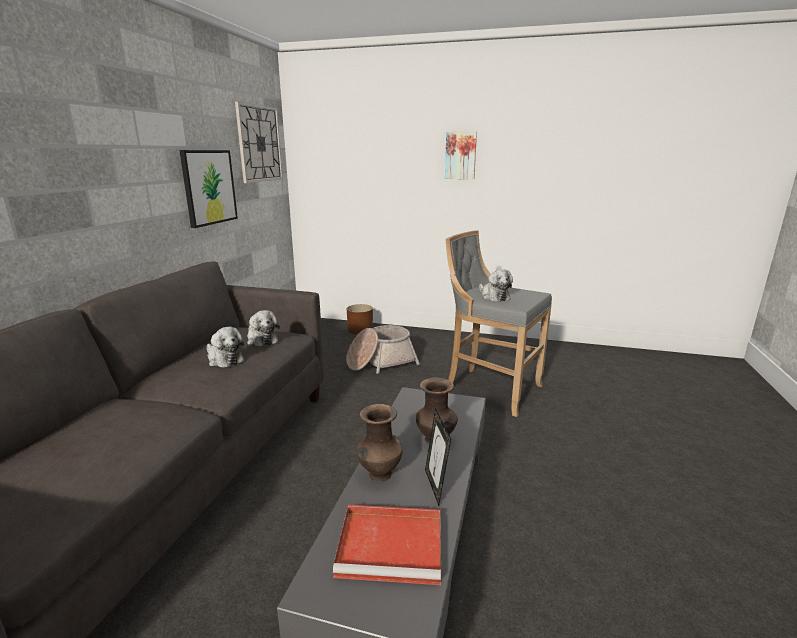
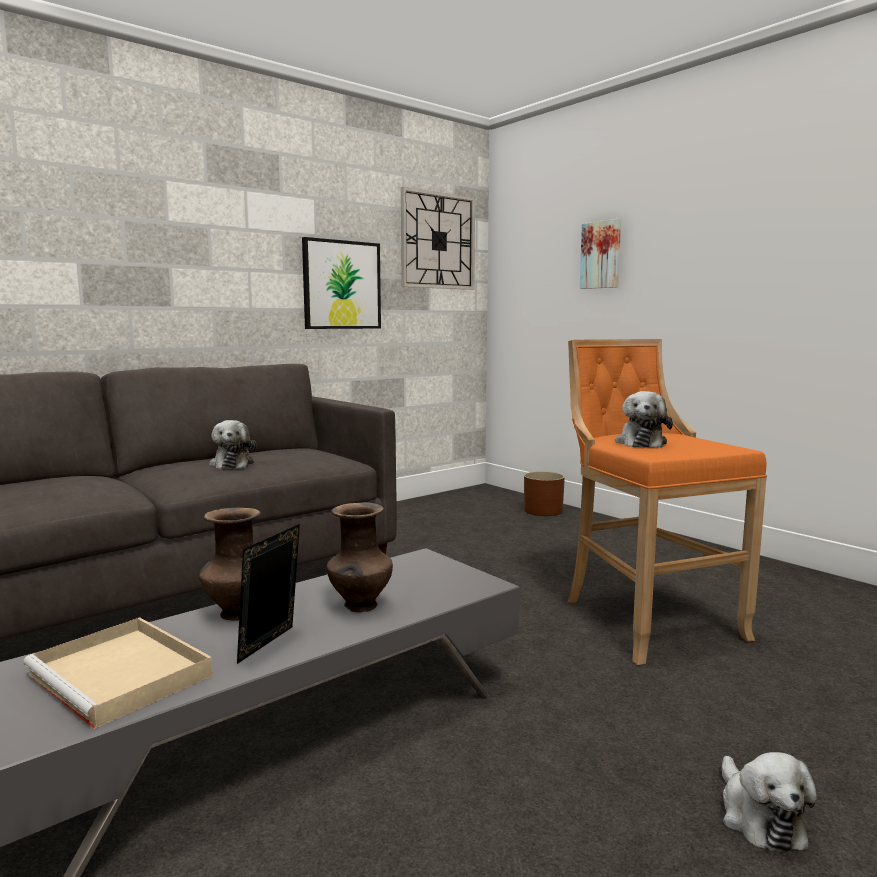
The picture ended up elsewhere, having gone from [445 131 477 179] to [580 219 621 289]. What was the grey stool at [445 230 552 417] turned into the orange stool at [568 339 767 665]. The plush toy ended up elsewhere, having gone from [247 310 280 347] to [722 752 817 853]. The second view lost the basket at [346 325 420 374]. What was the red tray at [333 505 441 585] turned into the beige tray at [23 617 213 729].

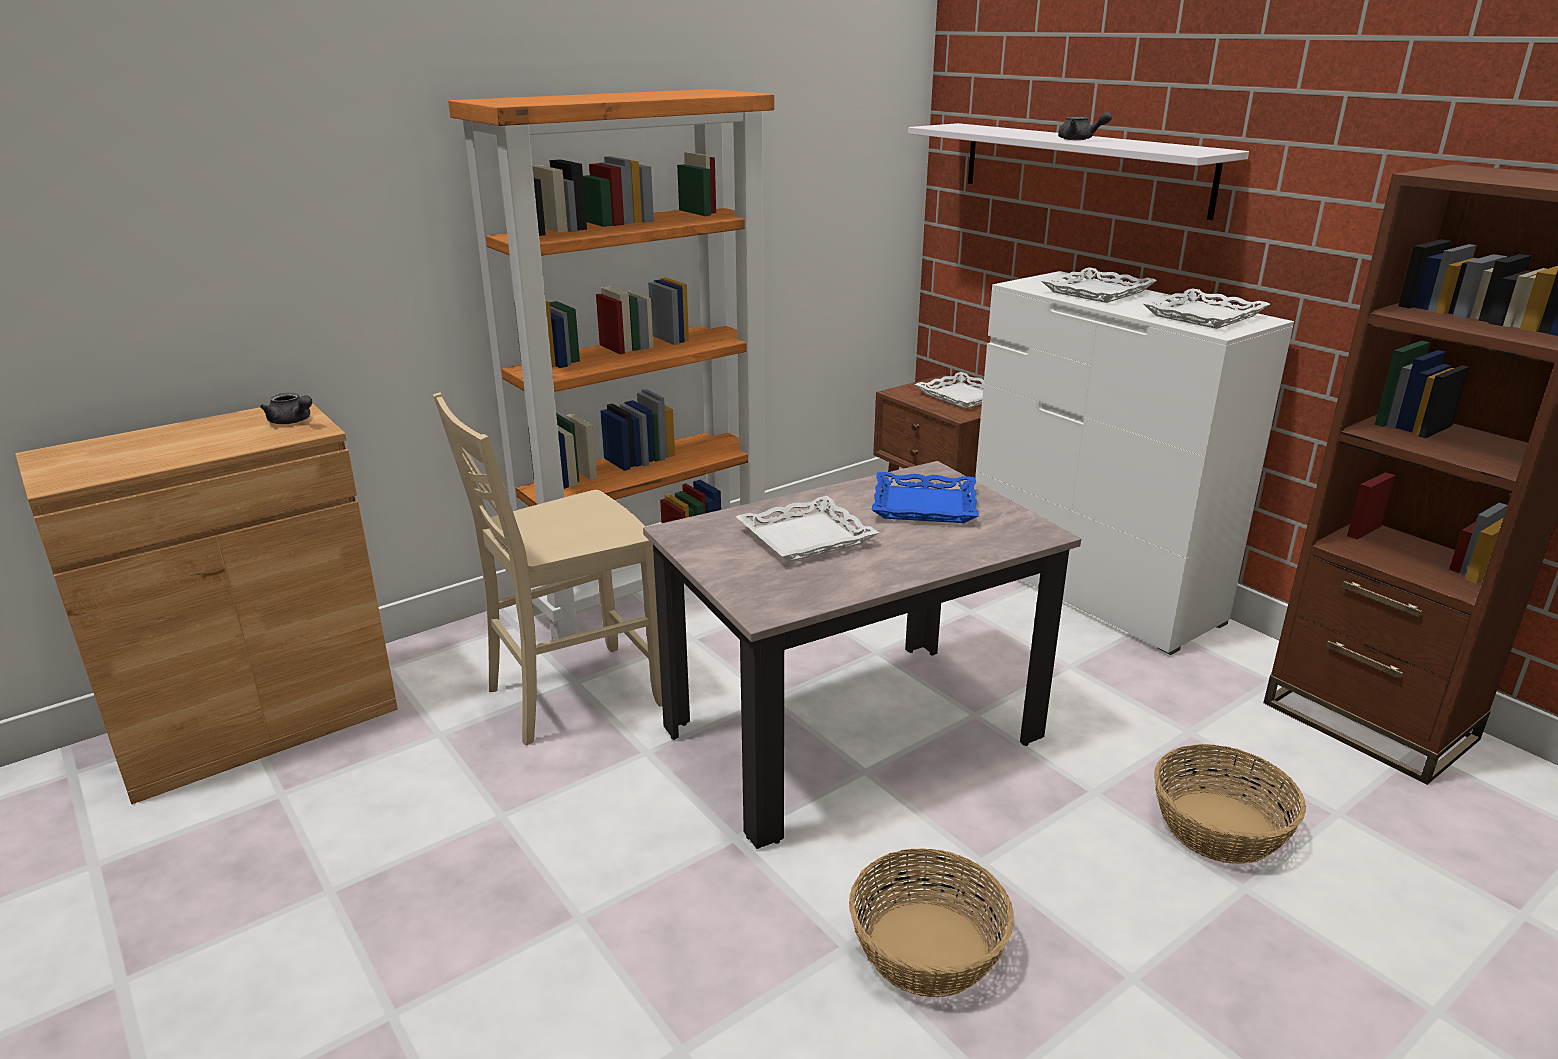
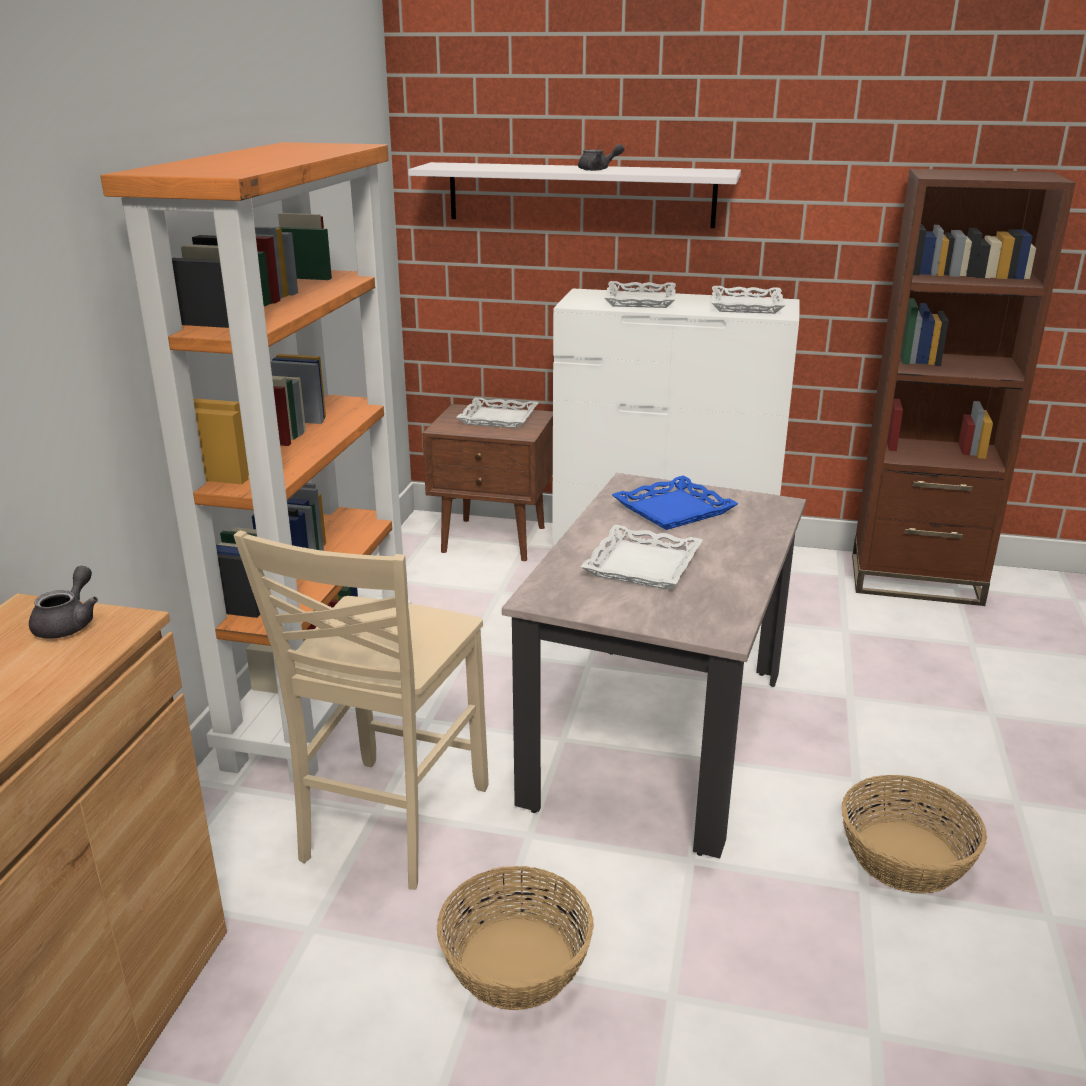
The grey teapot at [260 393 312 424] ended up facing another way, 75 degrees counterclockwise from before. The basket ended up elsewhere, having gone from [1154 744 1306 864] to [437 866 594 1010].

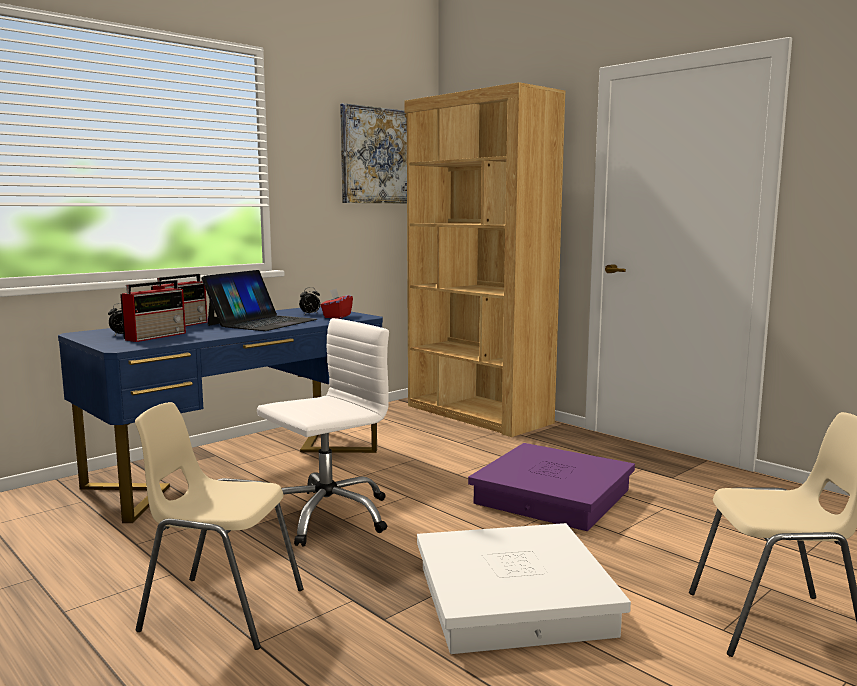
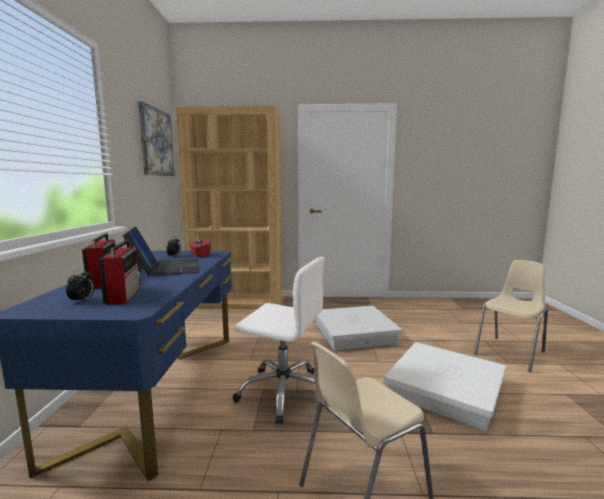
The white office chair at [257 318 389 547] ended up facing another way, 105 degrees clockwise from before. What was the purple storage box at [468 443 635 531] turned into the white storage box at [316 306 402 351].

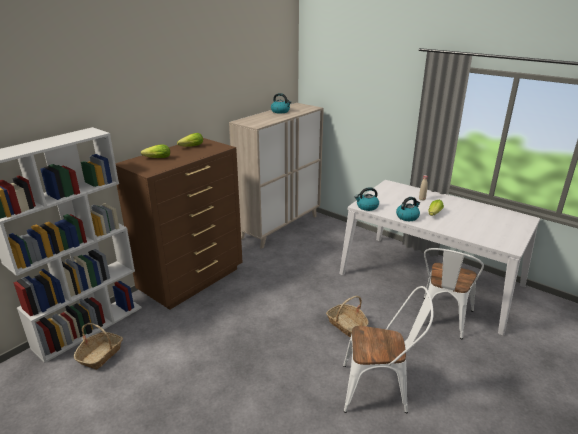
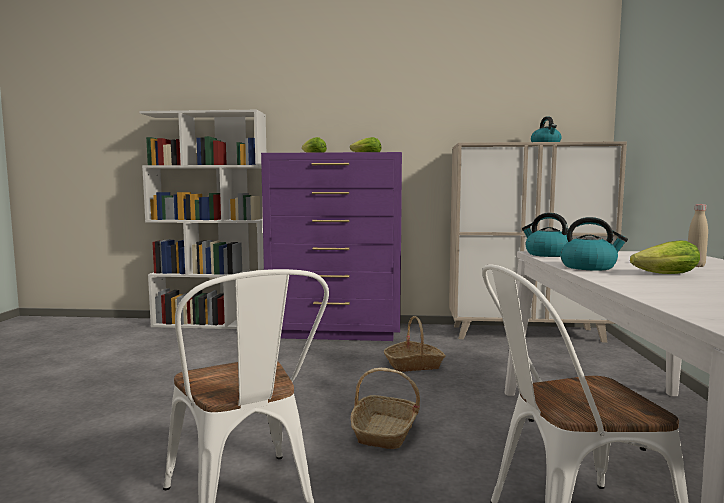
What was the brown dresser at [115 138 243 310] turned into the purple dresser at [261 152 402 341]. The basket ended up elsewhere, having gone from [74 323 123 370] to [384 316 446 372].

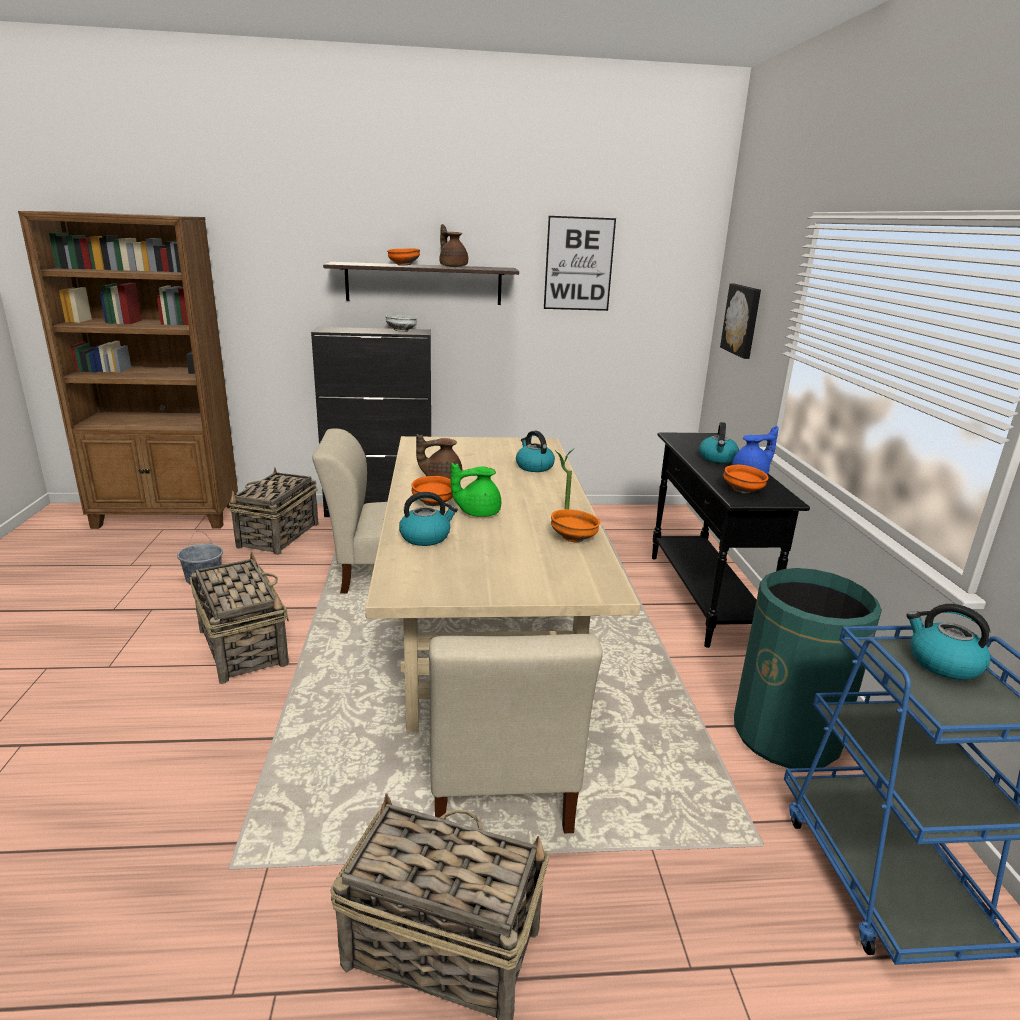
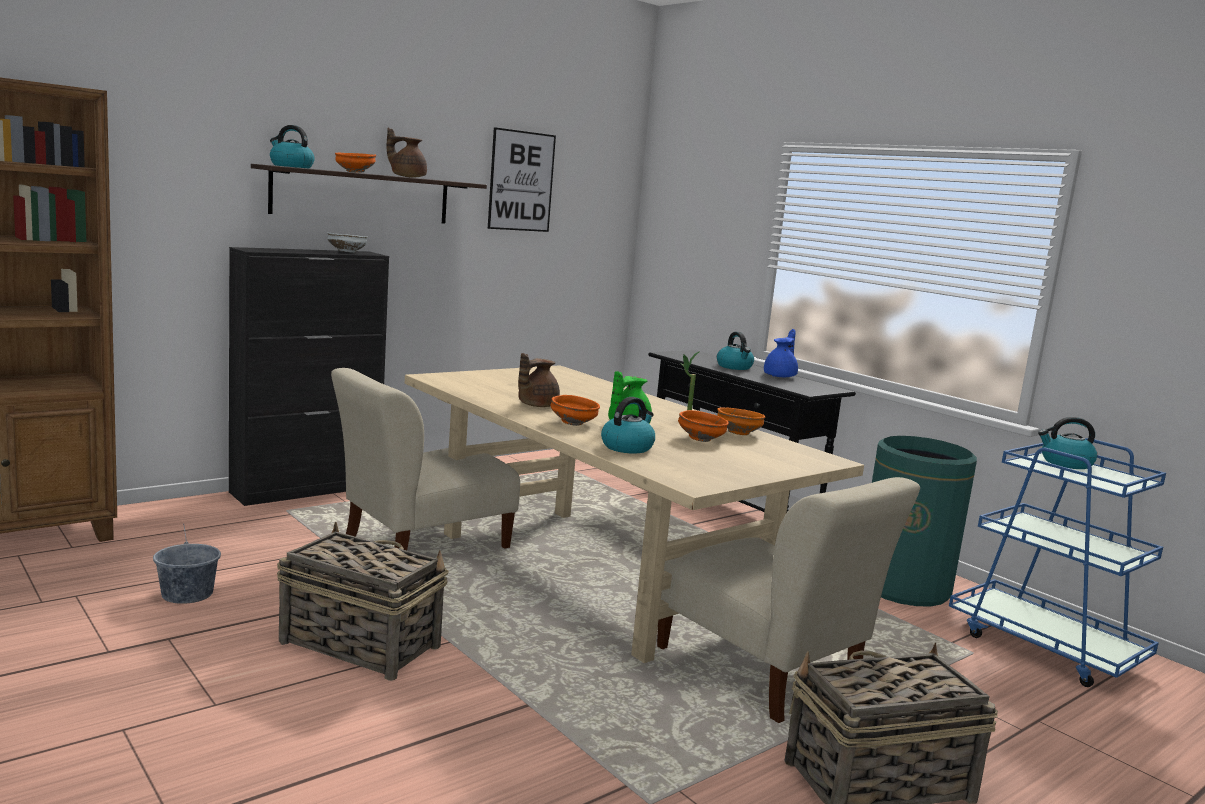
The second view lost the picture at [720 283 761 359]. The kettle ended up elsewhere, having gone from [516 431 555 472] to [270 125 315 168]. The orange bowl ended up elsewhere, having gone from [723 465 769 494] to [678 410 729 442]. The second view lost the basket at [229 468 319 555].

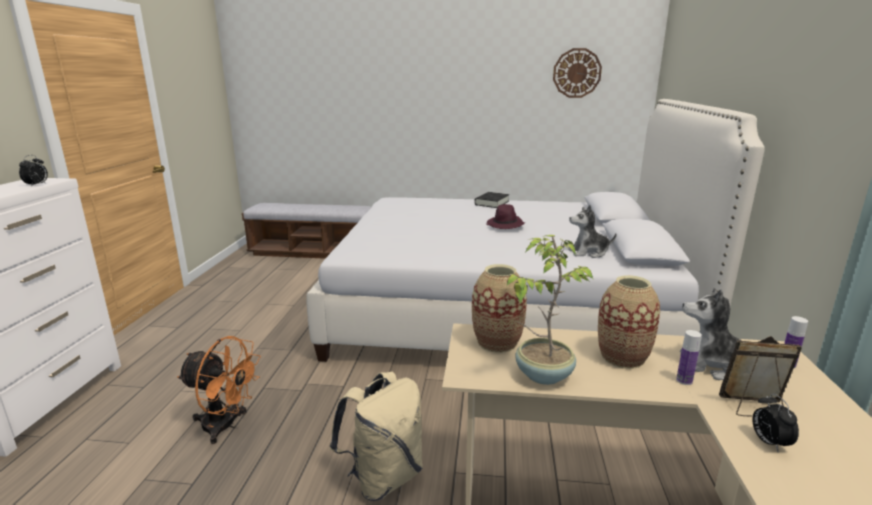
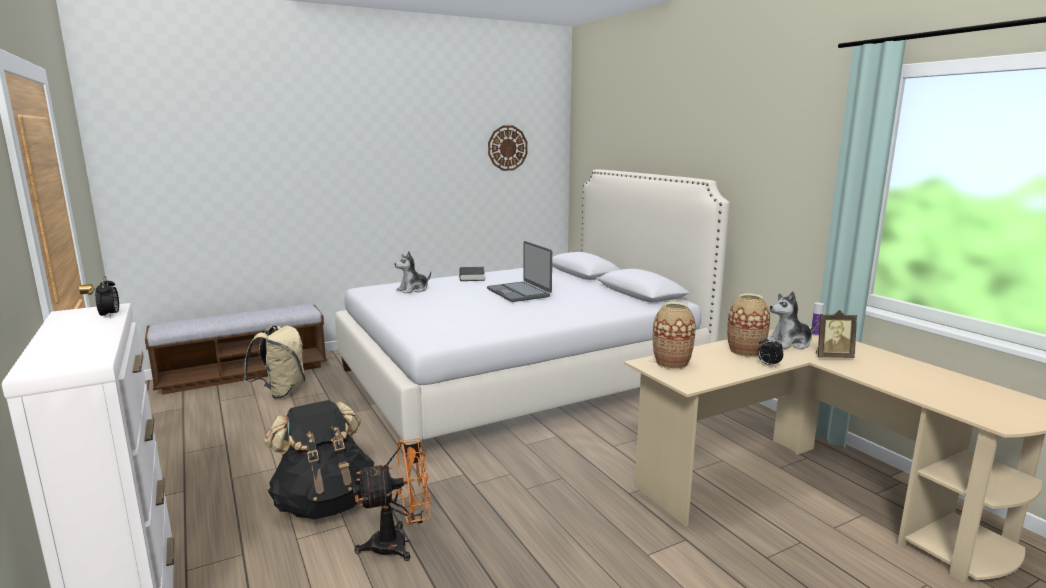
Where the purple hat stood at [486 204 525 229], the laptop came to stand at [487 241 552 302]. The plush toy ended up elsewhere, having gone from [569 205 617 258] to [395 251 431 294]. The second view lost the potted plant at [507 235 593 385]. The second view lost the bottle at [676 330 702 385]. The picture frame at [719 336 802 416] ended up facing another way, 150 degrees counterclockwise from before. The beige backpack ended up elsewhere, having gone from [330 372 423 501] to [243 326 306 399]. The alarm clock ended up elsewhere, having gone from [752 393 799 452] to [758 336 783 367]. The second view gained the black backpack at [265 400 374 520].

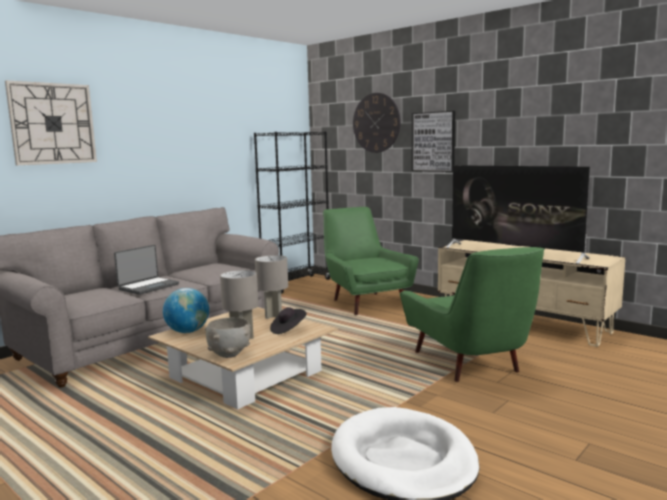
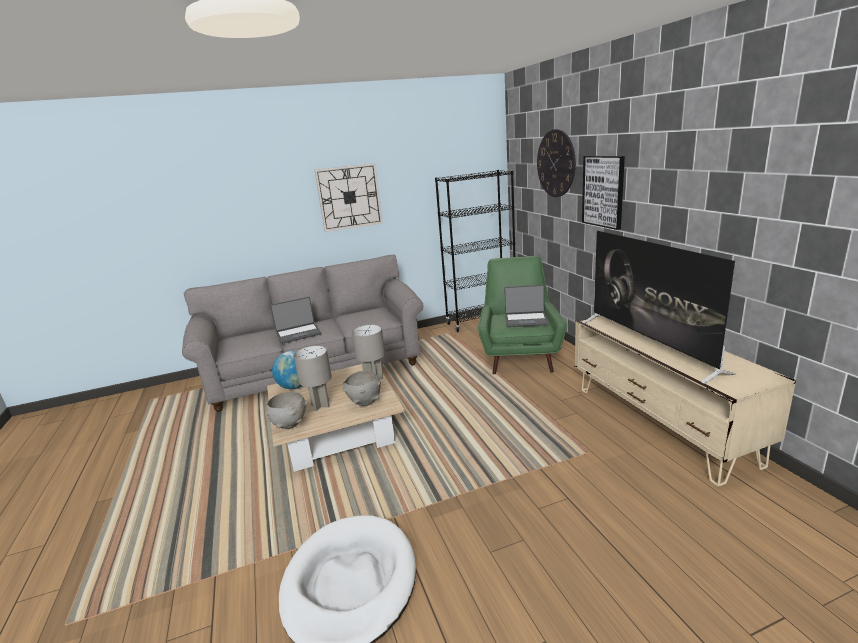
The wall clock ended up elsewhere, having gone from [5 80 97 165] to [314 163 383 232]. The second view lost the green armchair at [400 247 545 382]. Where the black hat stood at [270 307 307 334], the grey bowl came to stand at [343 371 381 406]. The second view gained the laptop at [504 285 549 327].

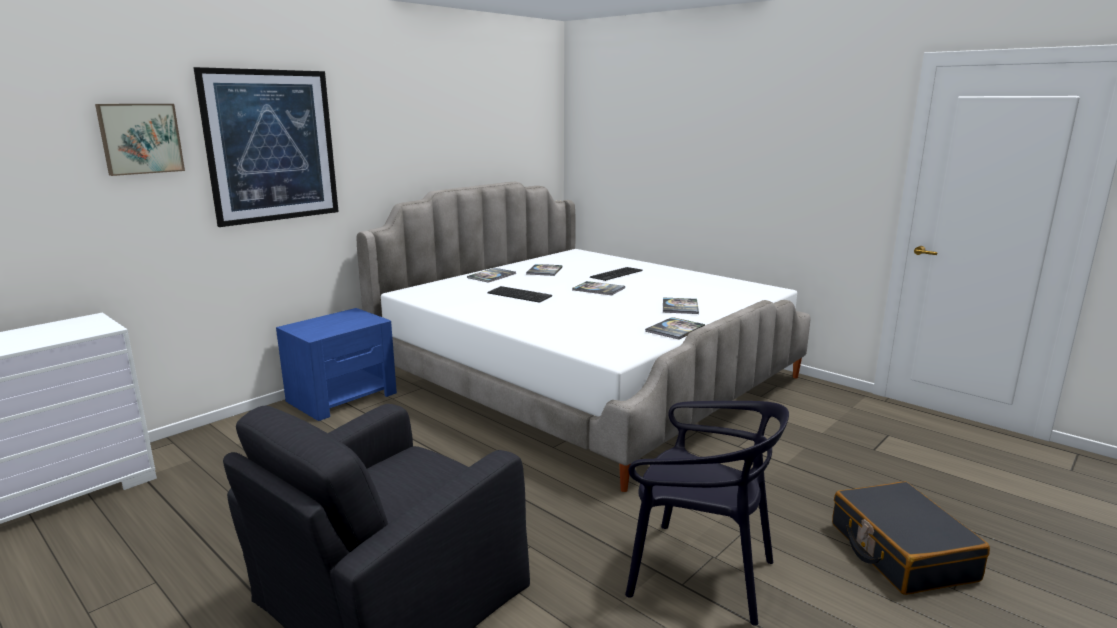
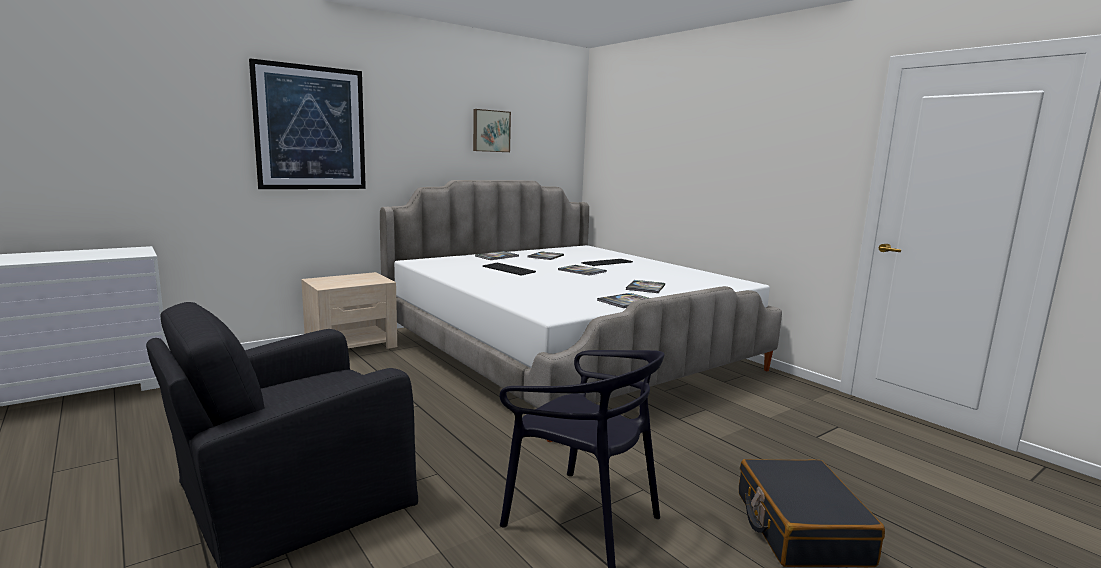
The picture ended up elsewhere, having gone from [95 104 185 176] to [473 109 511 152]. What was the blue nightstand at [276 308 397 421] turned into the beige nightstand at [301 272 397 349].

